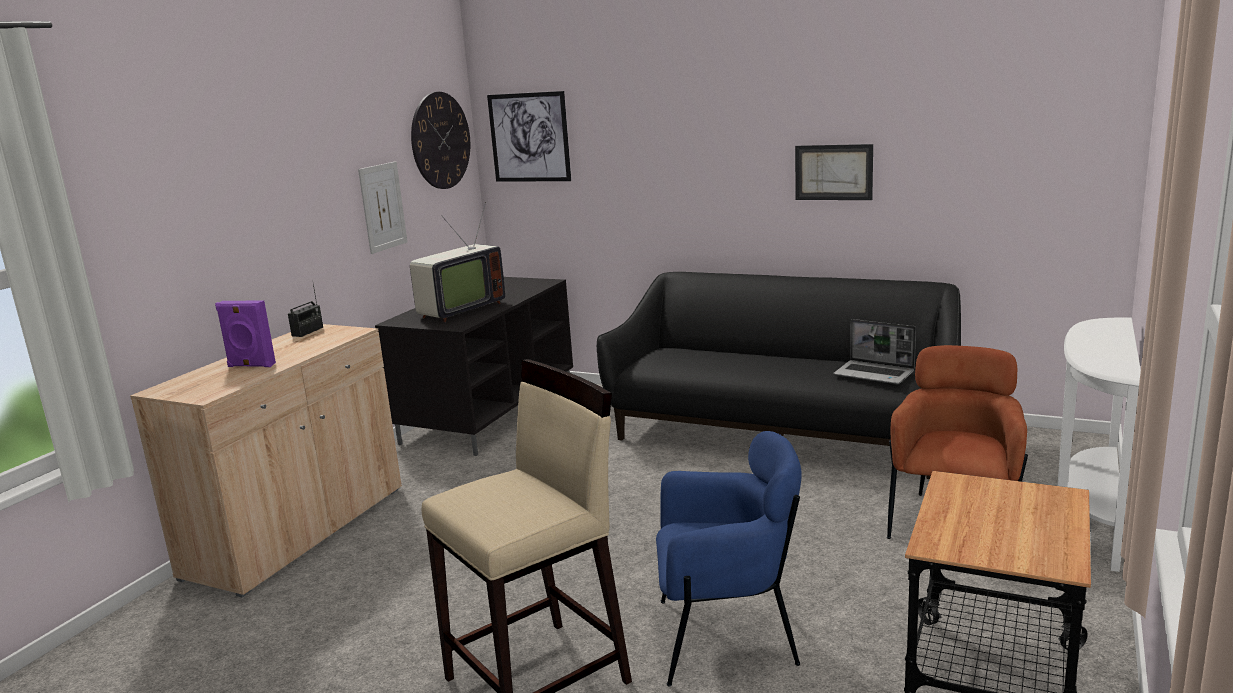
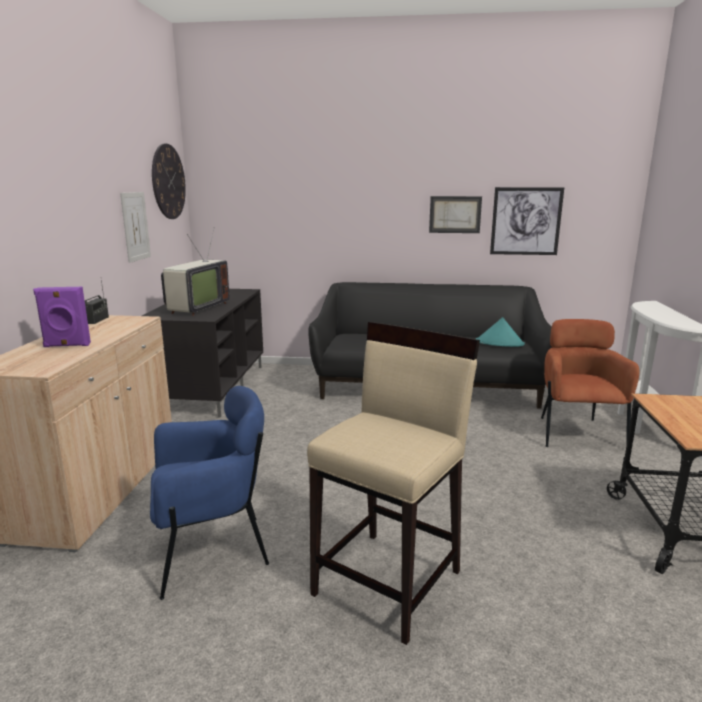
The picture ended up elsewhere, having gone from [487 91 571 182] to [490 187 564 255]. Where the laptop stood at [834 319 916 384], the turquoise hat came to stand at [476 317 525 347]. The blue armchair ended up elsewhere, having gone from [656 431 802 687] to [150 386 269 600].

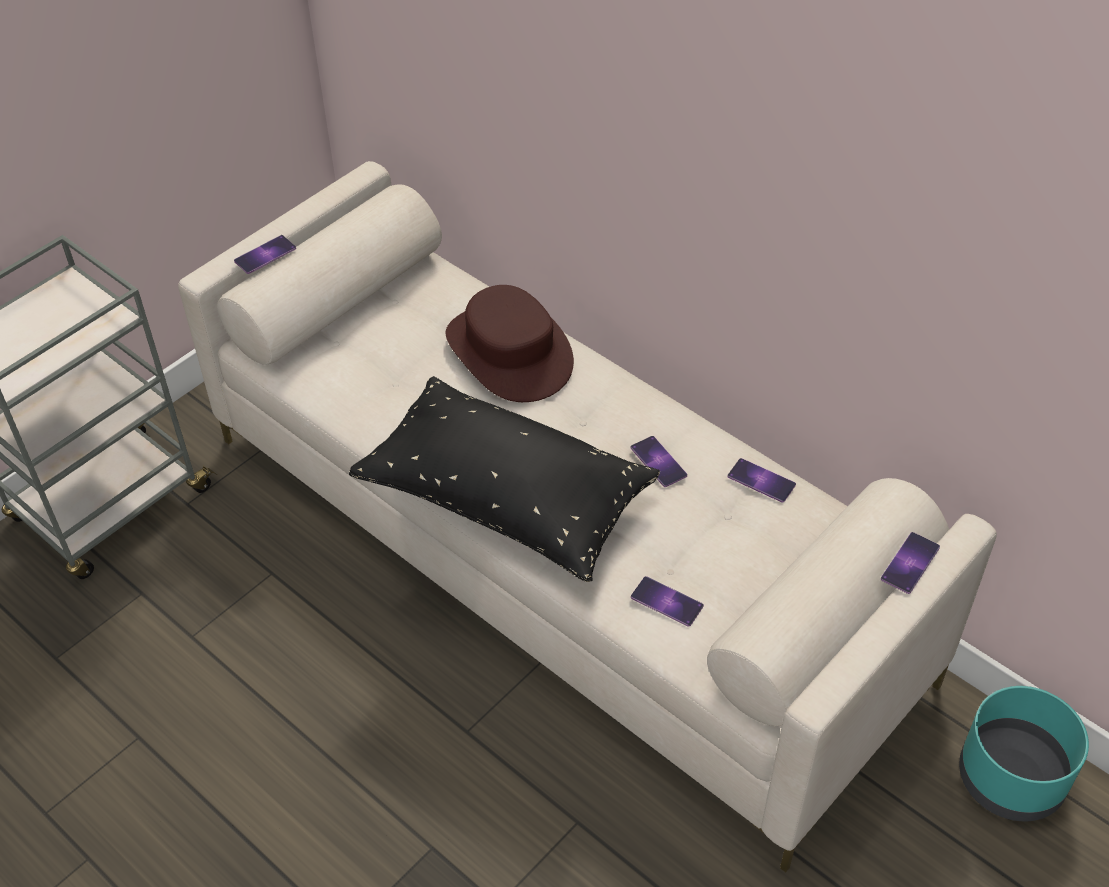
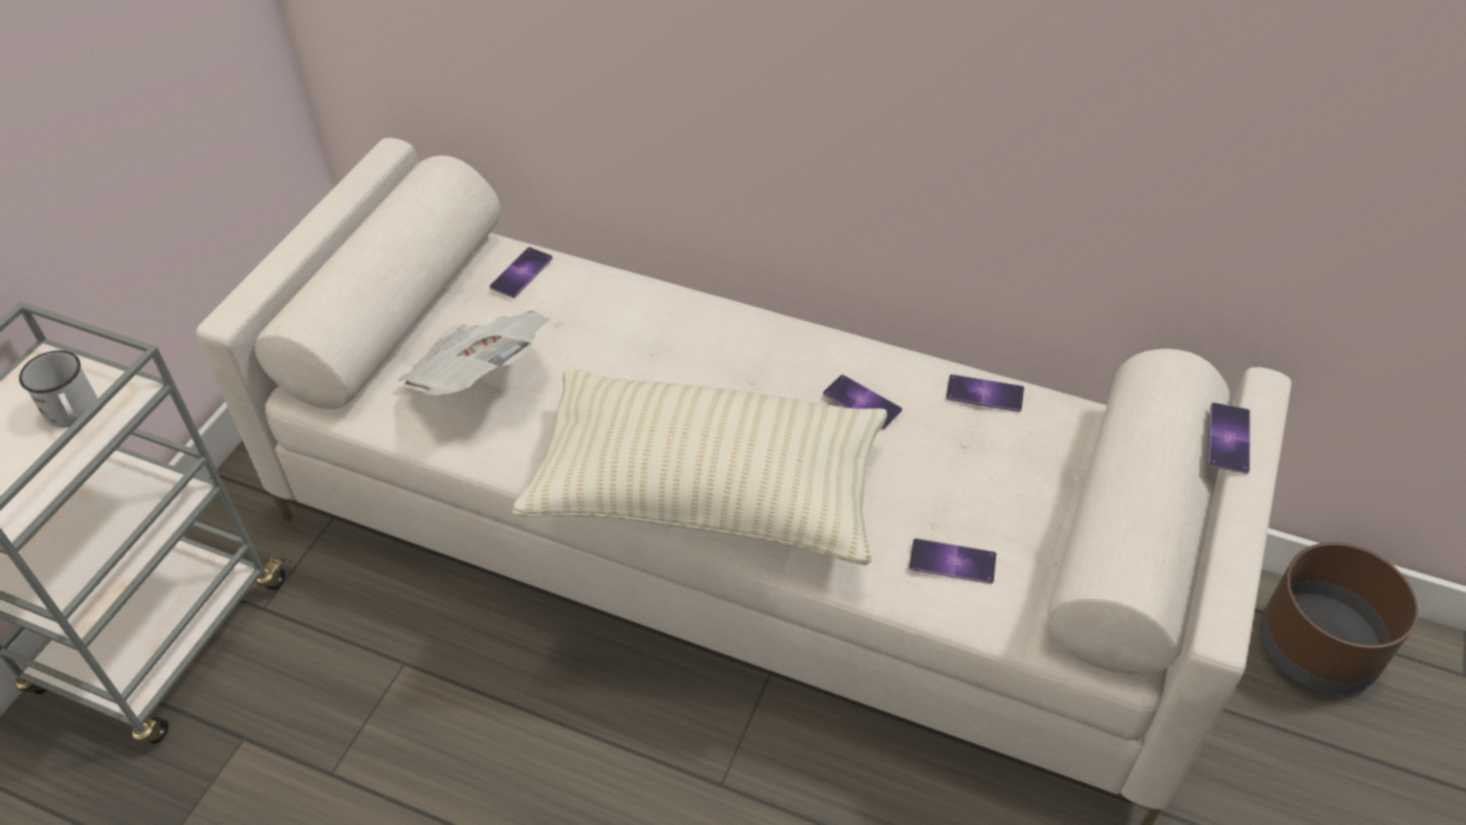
The phone ended up elsewhere, having gone from [234 235 296 274] to [489 247 553 298]. The second view lost the brown hat at [446 285 574 402]. What was the black pillow at [349 376 660 582] turned into the beige pillow at [512 368 887 565]. What was the turquoise planter at [959 686 1089 821] turned into the brown planter at [1260 542 1418 694]. The second view gained the newspaper at [398 311 550 395]. The second view gained the white mug at [19 350 98 428].

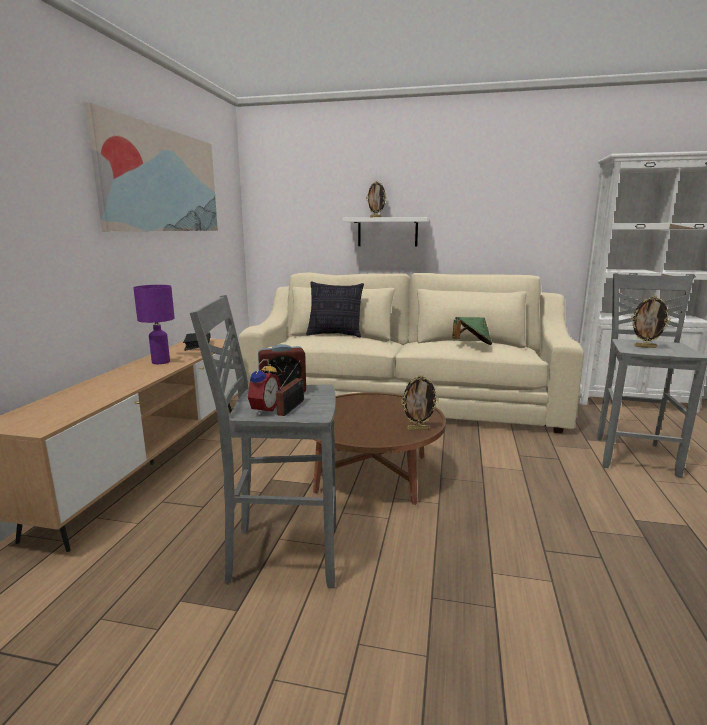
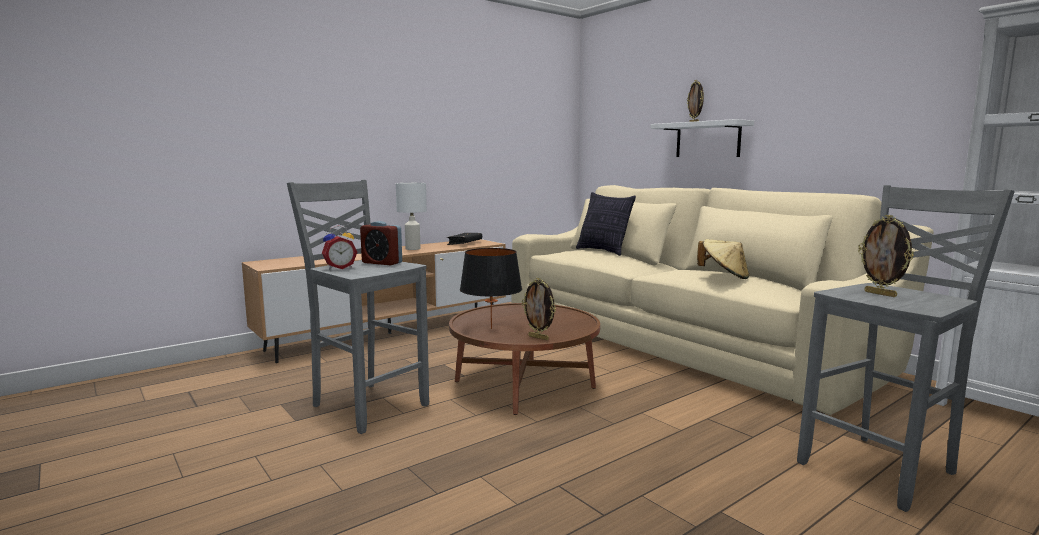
The second view lost the picture at [85 102 218 231]. What was the purple table lamp at [133 285 175 364] turned into the white table lamp at [396 183 427 250]. What was the green hat at [452 317 492 345] turned into the beige hat at [697 239 749 279]. The second view lost the radio at [276 360 304 416]. The second view gained the black table lamp at [460 248 522 329].

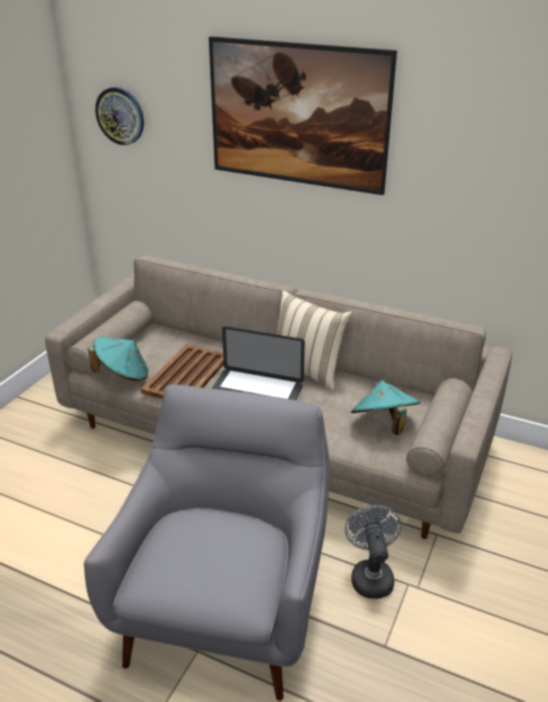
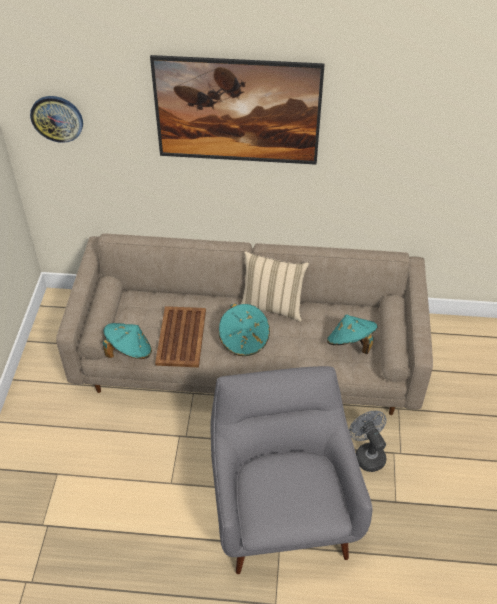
Where the laptop stood at [211 326 305 400], the turquoise hat came to stand at [219 303 270 356].

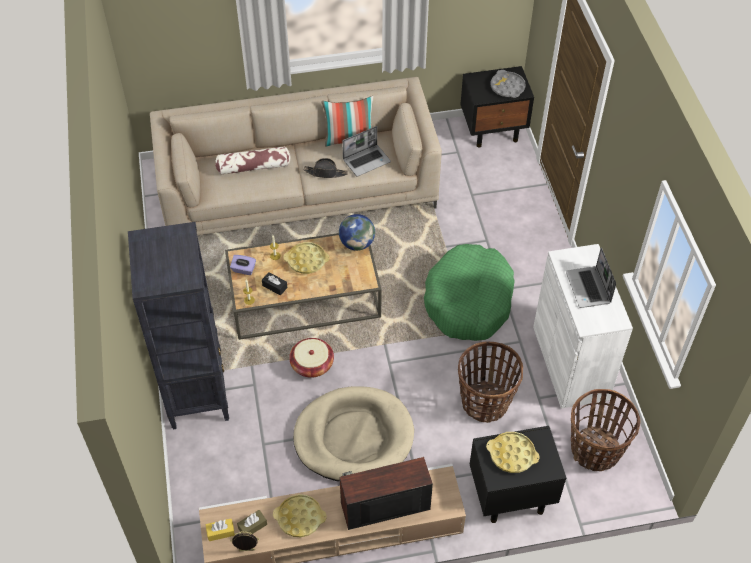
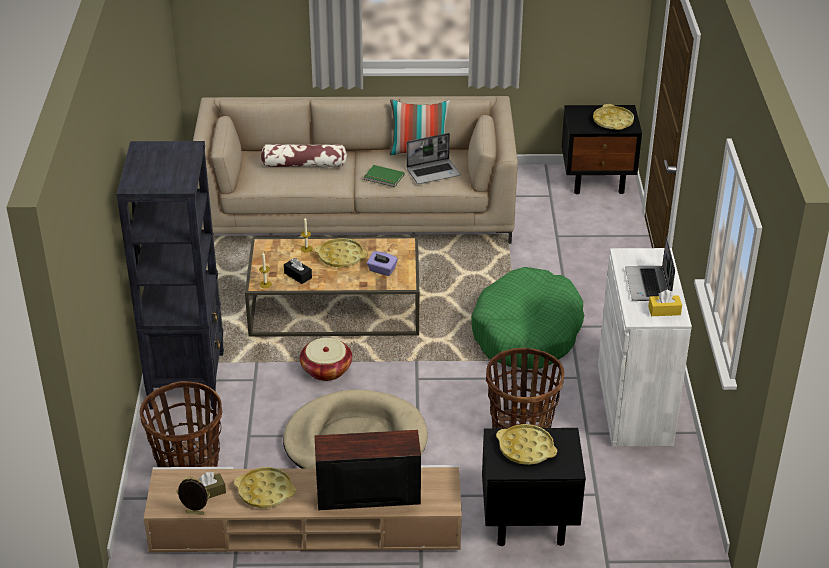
What was the grey tray at [490 70 526 98] turned into the yellow tray at [593 104 634 130]. Where the black hat stood at [304 158 348 178], the green book came to stand at [364 165 405 187]. The second view lost the globe at [339 214 375 251]. The purple tissue box ended up elsewhere, having gone from [230 255 256 275] to [367 251 398 276]. The basket ended up elsewhere, having gone from [571 389 640 471] to [140 381 222 467]. The yellow tissue box ended up elsewhere, having gone from [206 519 235 541] to [648 290 682 316].

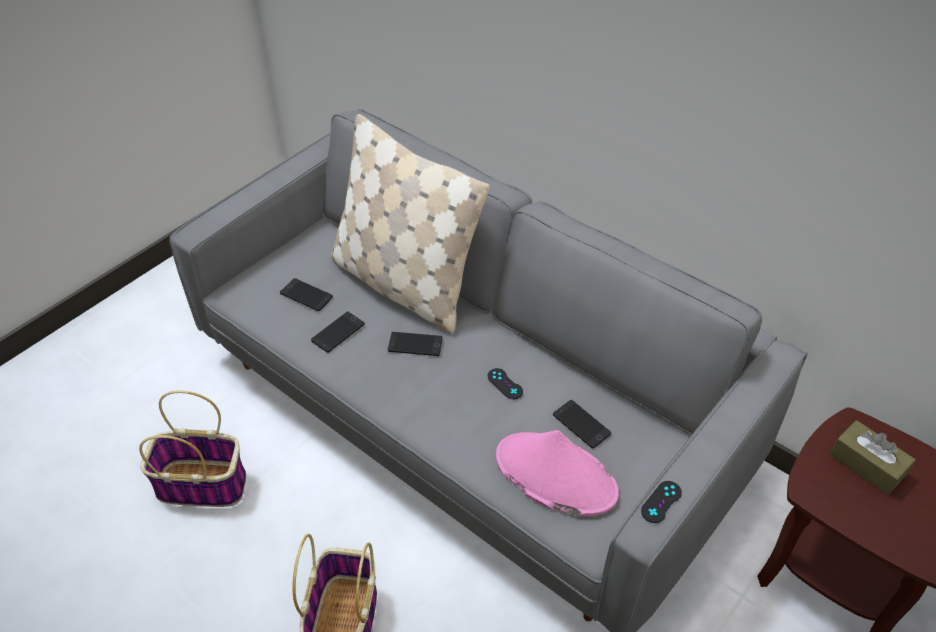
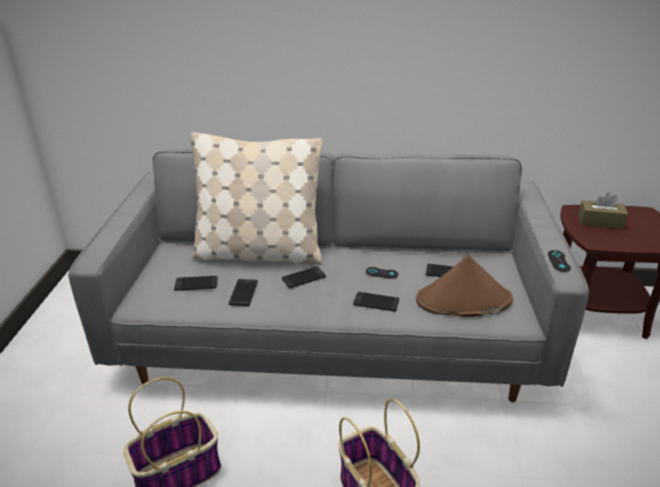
What was the pink hat at [496 430 619 517] turned into the brown hat at [416 256 513 317]. The second view gained the phone at [353 292 399 312].

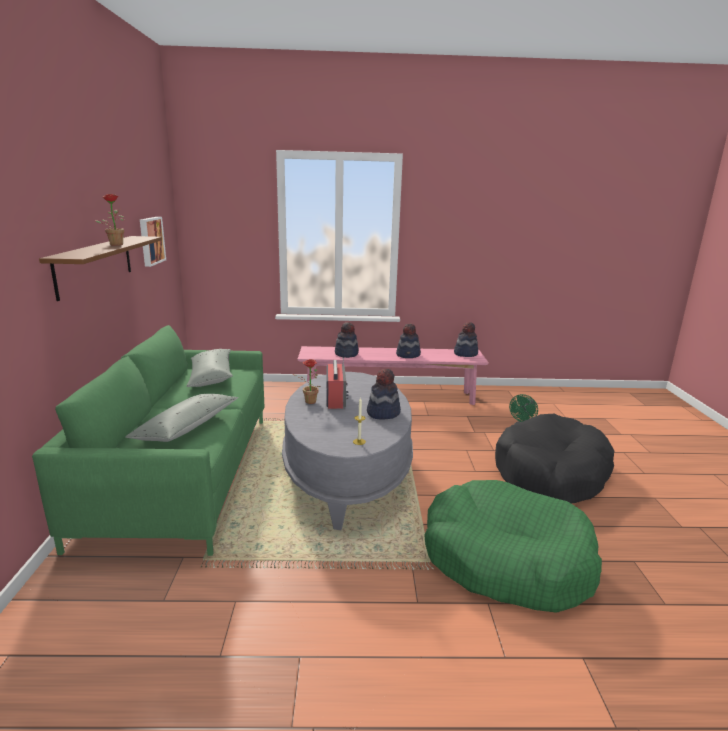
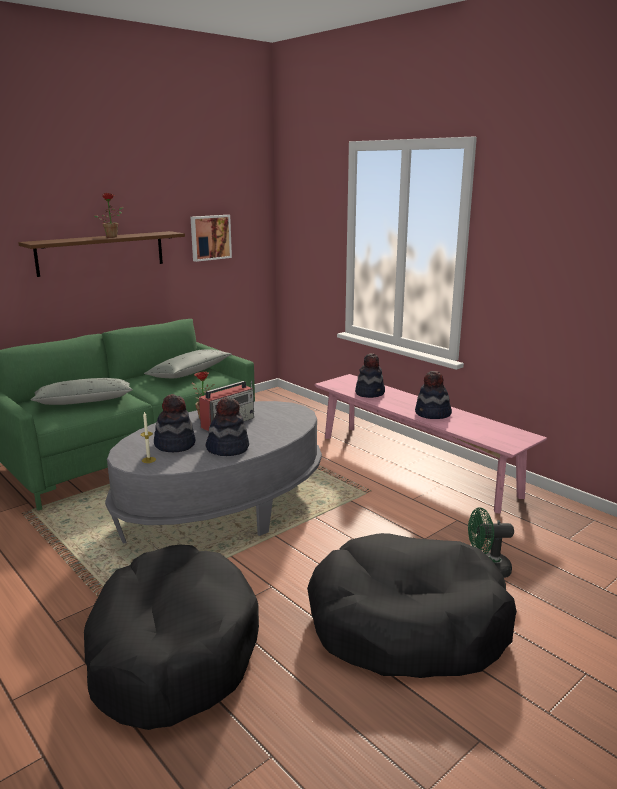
The hat ended up elsewhere, having gone from [454 322 478 357] to [154 394 195 452]. What was the green dog bed at [424 480 602 613] turned into the black dog bed at [84 545 259 730].

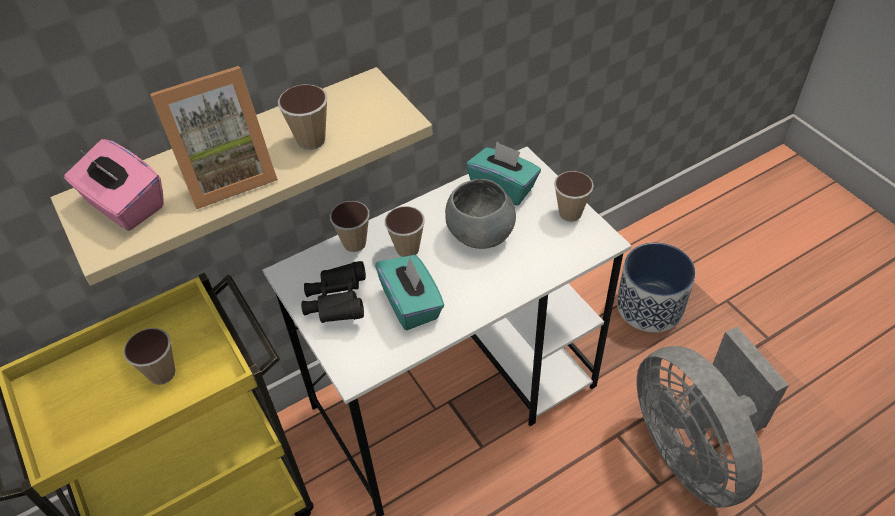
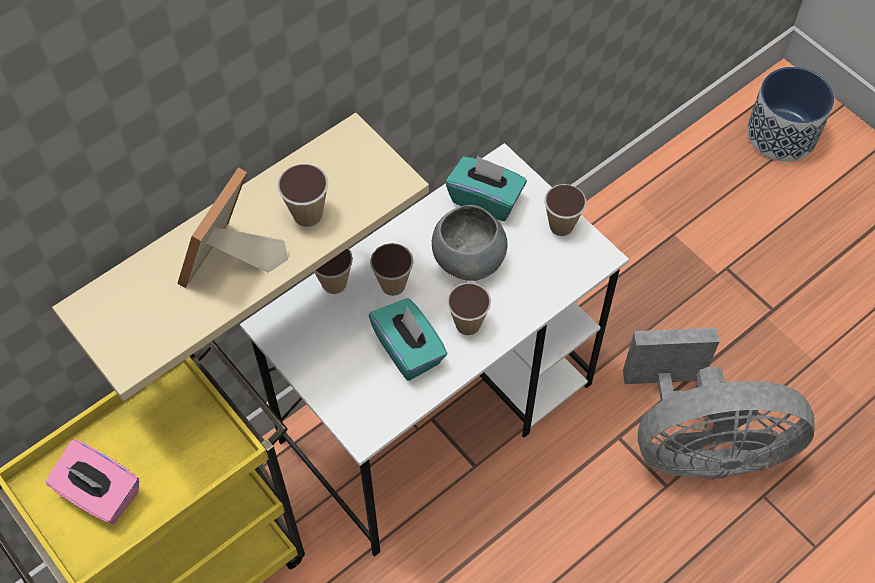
The picture frame at [150 66 278 209] ended up facing another way, 150 degrees clockwise from before. The pink tissue box ended up elsewhere, having gone from [64 139 164 231] to [46 439 139 525]. The planter ended up elsewhere, having gone from [617 242 696 332] to [747 67 834 162]. The second view lost the black binoculars at [301 261 366 323]. The grey fan at [637 326 789 508] ended up facing another way, 60 degrees counterclockwise from before. The cup ended up elsewhere, having gone from [123 328 175 385] to [447 282 491 335].

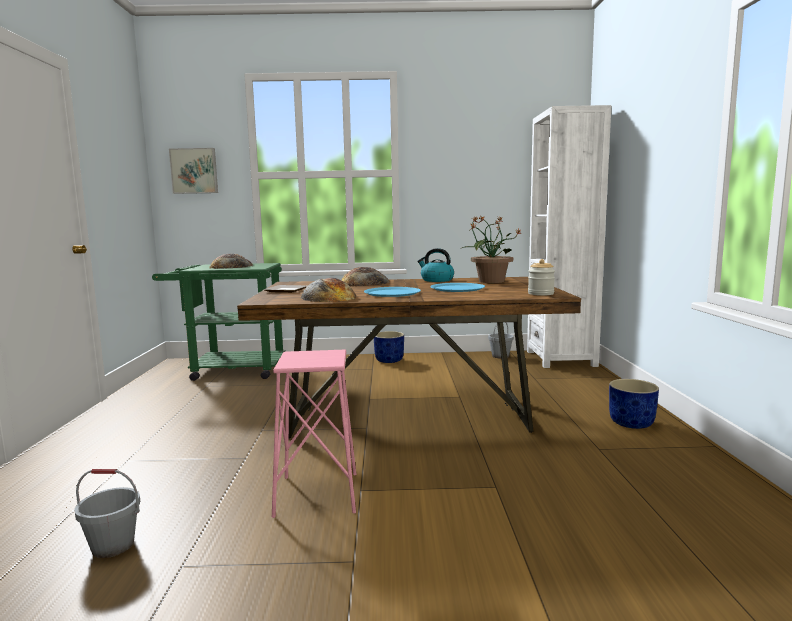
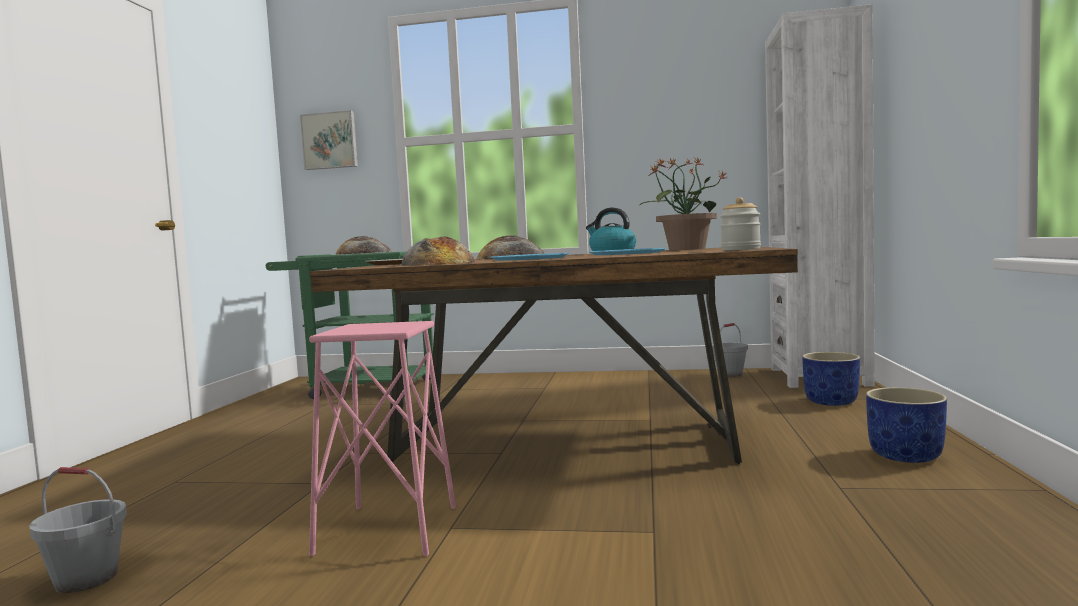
The blue planter ended up elsewhere, having gone from [374 331 404 363] to [802 352 860 406].

